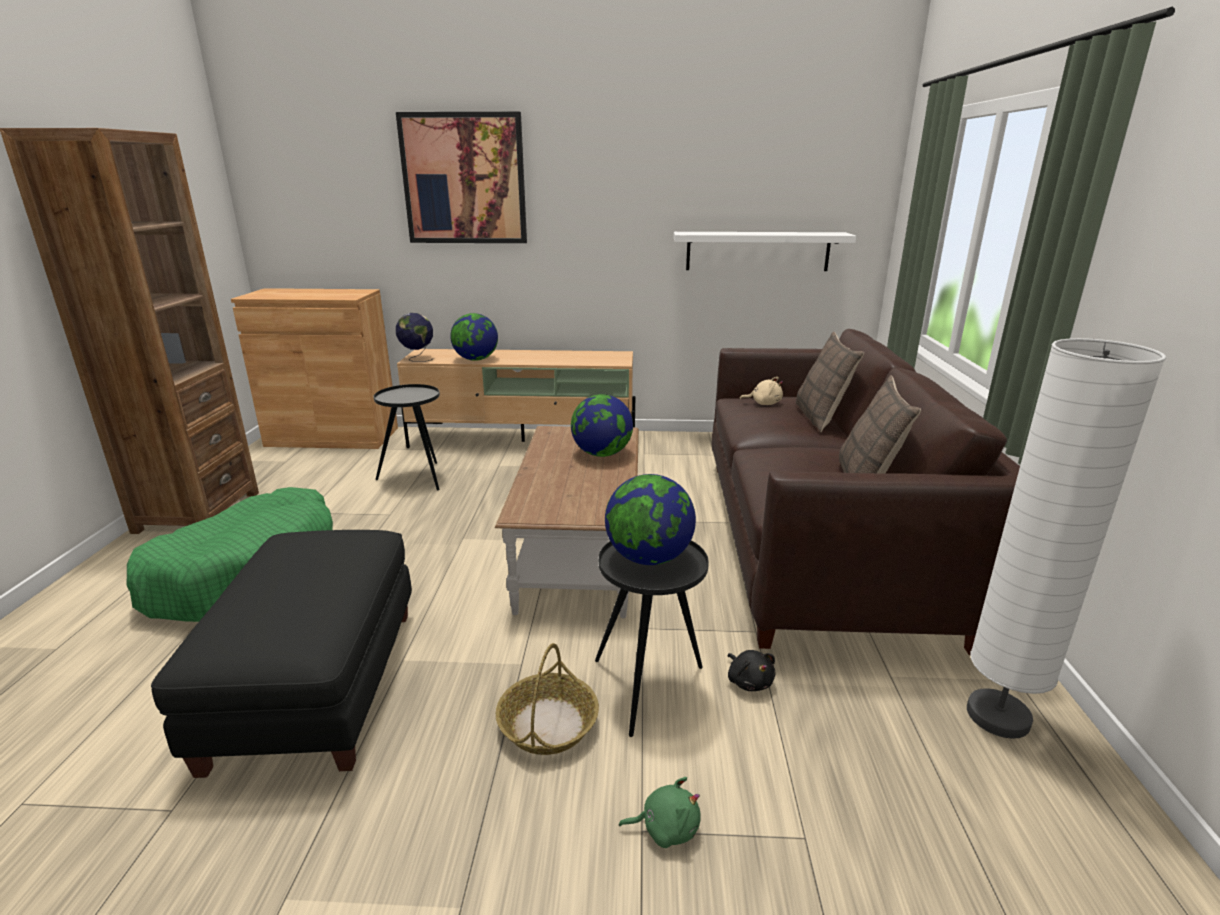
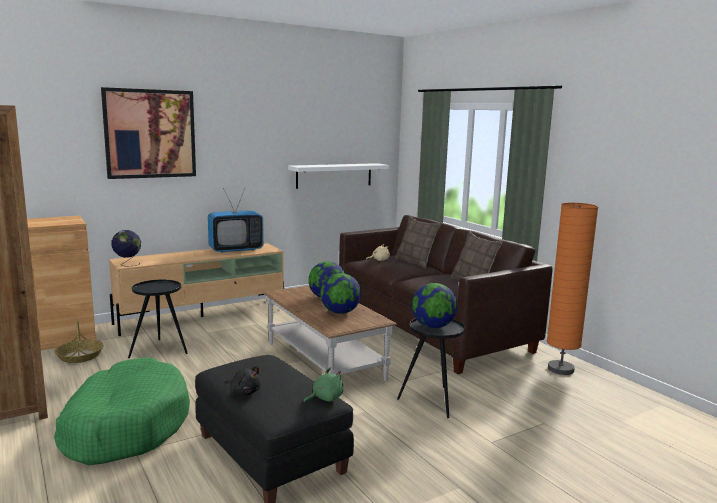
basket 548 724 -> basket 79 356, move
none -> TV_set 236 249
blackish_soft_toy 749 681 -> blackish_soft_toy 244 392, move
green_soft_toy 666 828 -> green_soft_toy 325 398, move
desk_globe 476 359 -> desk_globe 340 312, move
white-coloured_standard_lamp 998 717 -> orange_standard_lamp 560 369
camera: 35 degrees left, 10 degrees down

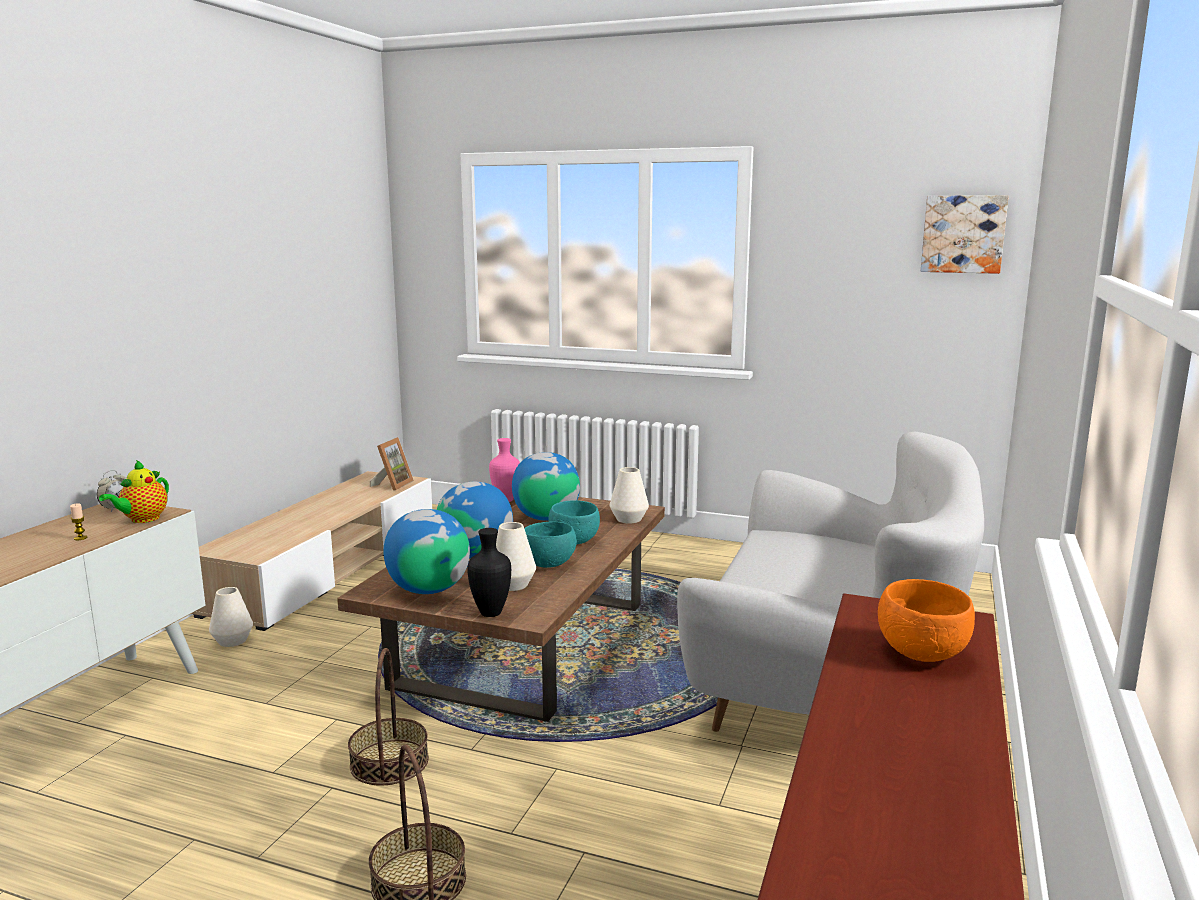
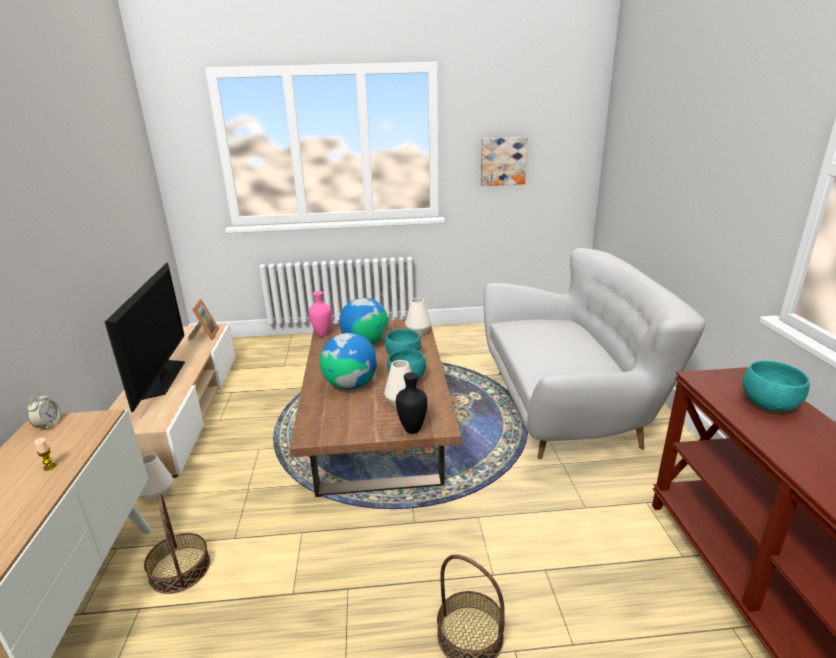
none -> TV_set 161 378
basket 389 762 -> basket 179 569, move
wall_picture 963 234 -> wall_picture 503 161, move
orange_serving_bowl 920 654 -> turquoise_serving_bowl 768 405
pot_for_tea 142 519 -> none
desk_globe 428 590 -> none
camera: 25 degrees left, 10 degrees up

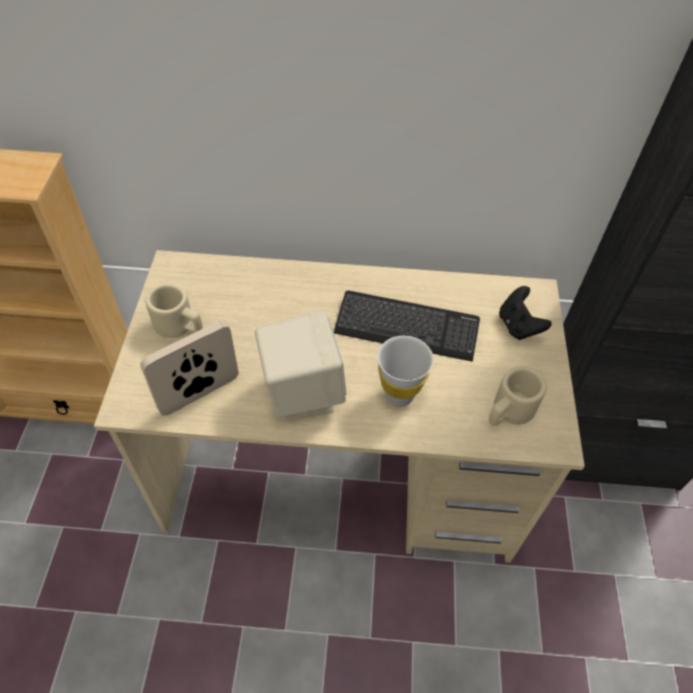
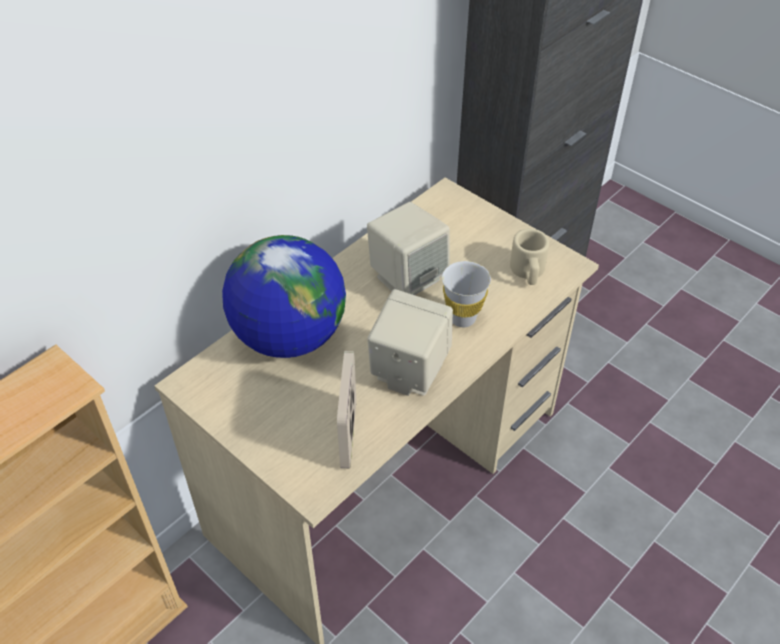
none -> desk_globe 288 337
PC_keyboard 406 327 -> sand-coloured_speaker 407 278
sand-coloured_tea_mug 180 326 -> none
blackish_game_controller 518 326 -> none
camera: 50 degrees left, 5 degrees down

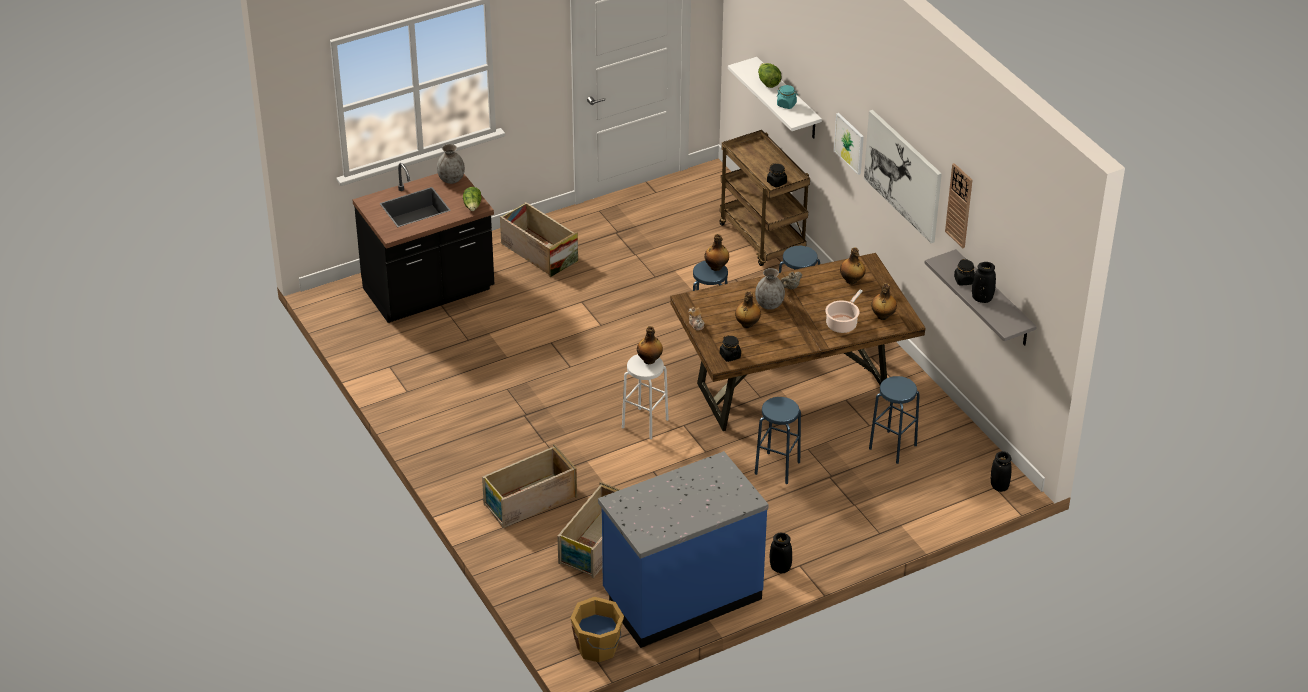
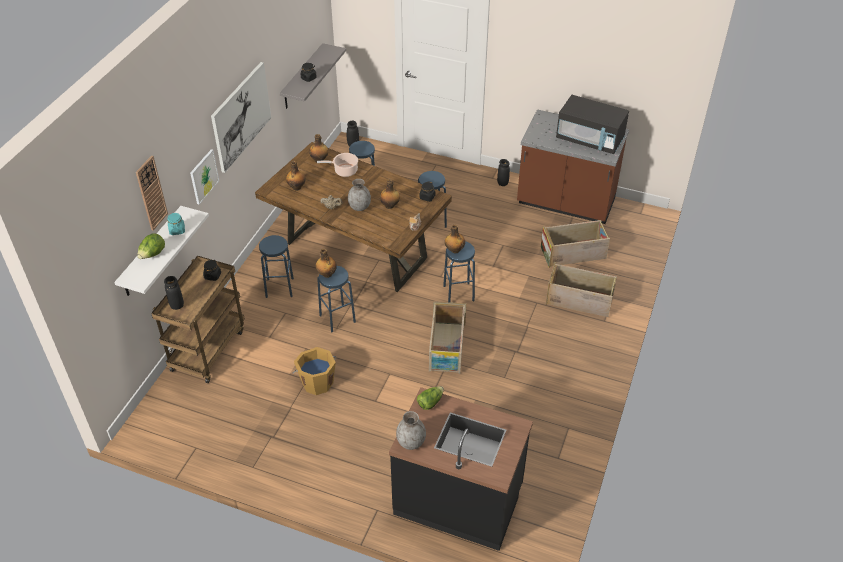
hanging_clock 959 205 -> hanging_clock 151 193, move
blackish_vase 982 298 -> blackish_vase 176 305, move
orange_pail 598 647 -> orange_pail 317 382, move
packing_crate 538 252 -> packing_crate 447 348, move
white-coloured_sitting_stool 645 423 -> blue_sitting_stool 458 293
blue_kitchen_counter 681 596 -> brownish_kitchen_counter 565 204
none -> blackish_kitchen_microwave 590 140
camera: 130 degrees left, 5 degrees up

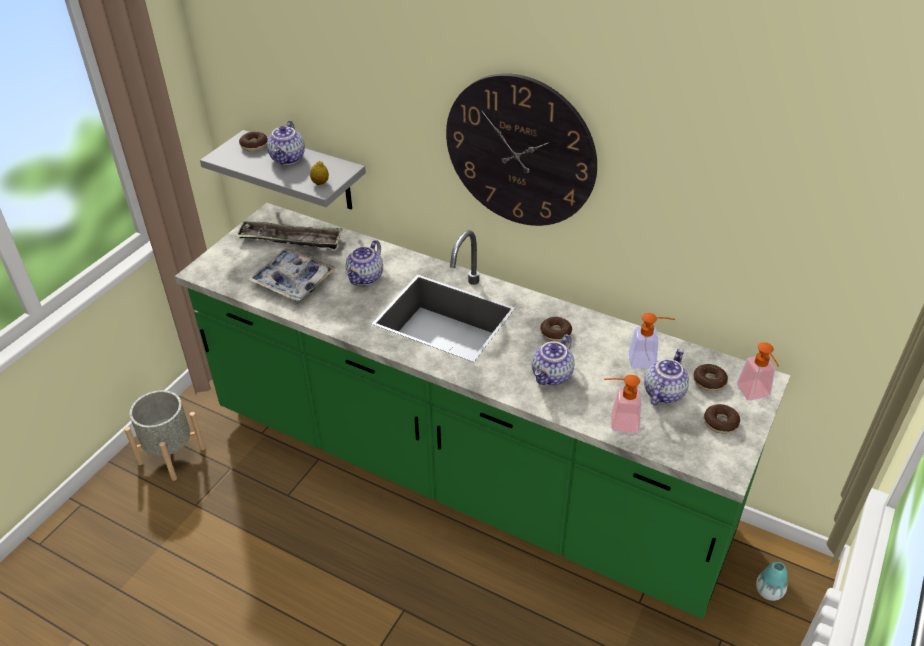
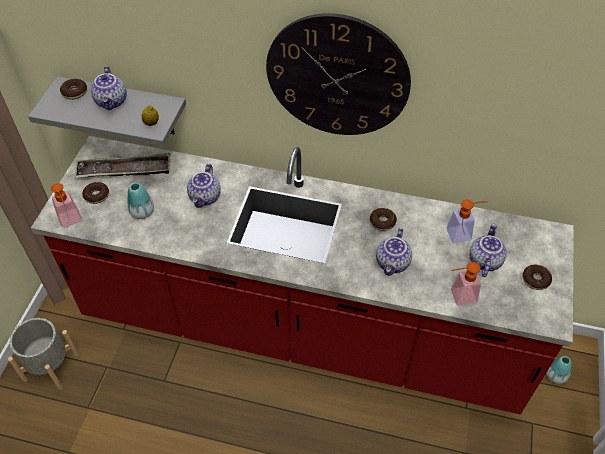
green_kitchen_counter 463 473 -> reddish_kitchen_counter 302 329
soap_bottle 755 395 -> soap_bottle 71 221, move
doughnut 709 381 -> doughnut 96 195, move
serving_tray 293 280 -> vase 142 212
camera: 15 degrees left, 10 degrees up

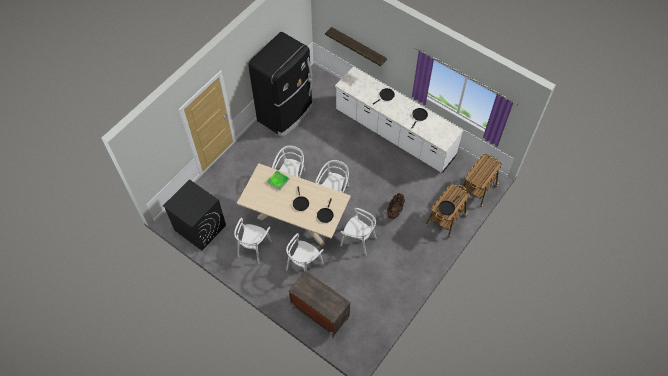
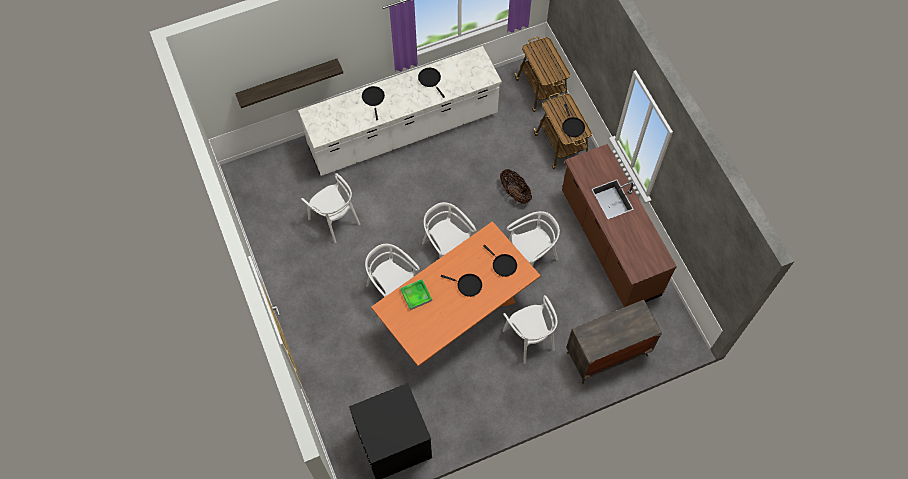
white-coloured_plain_chair 253 248 -> white-coloured_plain_chair 335 220, move
sand-coloured_dinner_table 295 219 -> orange_dinner_table 456 315
none -> brownish_kitchen_counter 609 244
blackish_fridge 286 113 -> none
camera: 60 degrees left, 5 degrees up

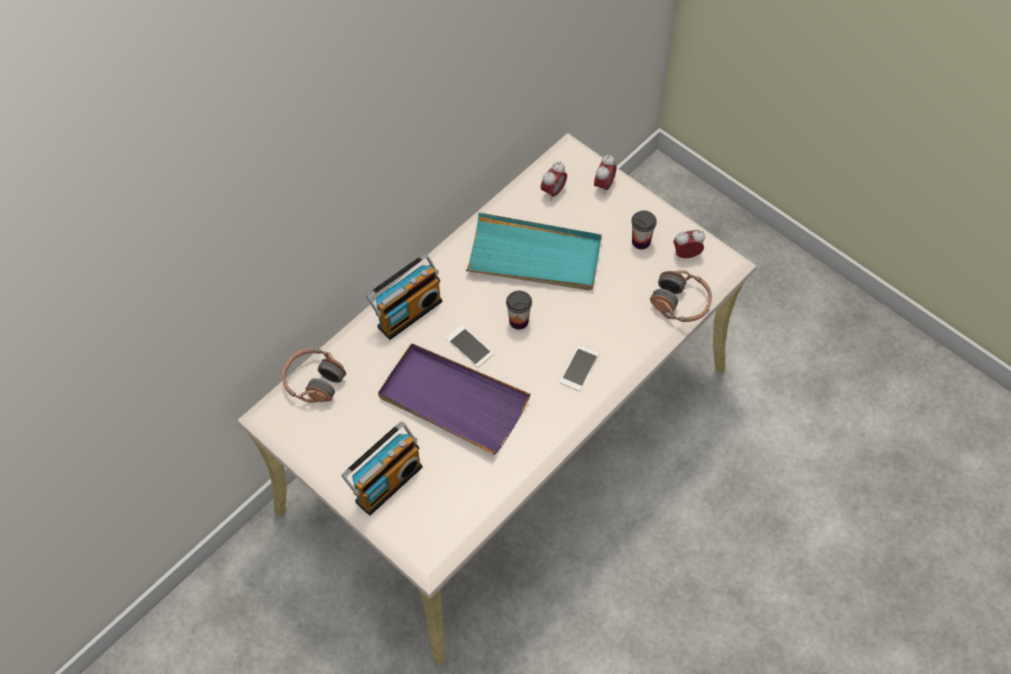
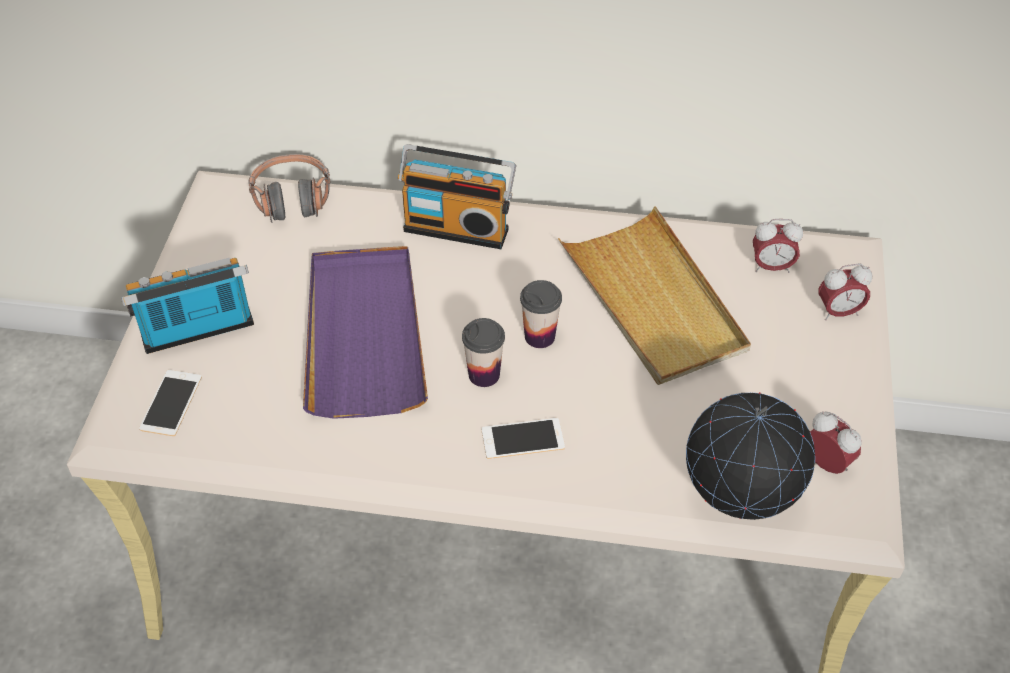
radio_receiver 386 482 -> radio_receiver 198 333, 150 degrees clockwise
phone 469 346 -> phone 171 403, move
drinking_cup 641 241 -> drinking_cup 484 374, move
turquoise_serving_tray 534 256 -> sand-coloured_serving_tray 653 301
headphones 680 303 -> desk_globe 738 500
camera: 55 degrees right, 10 degrees down

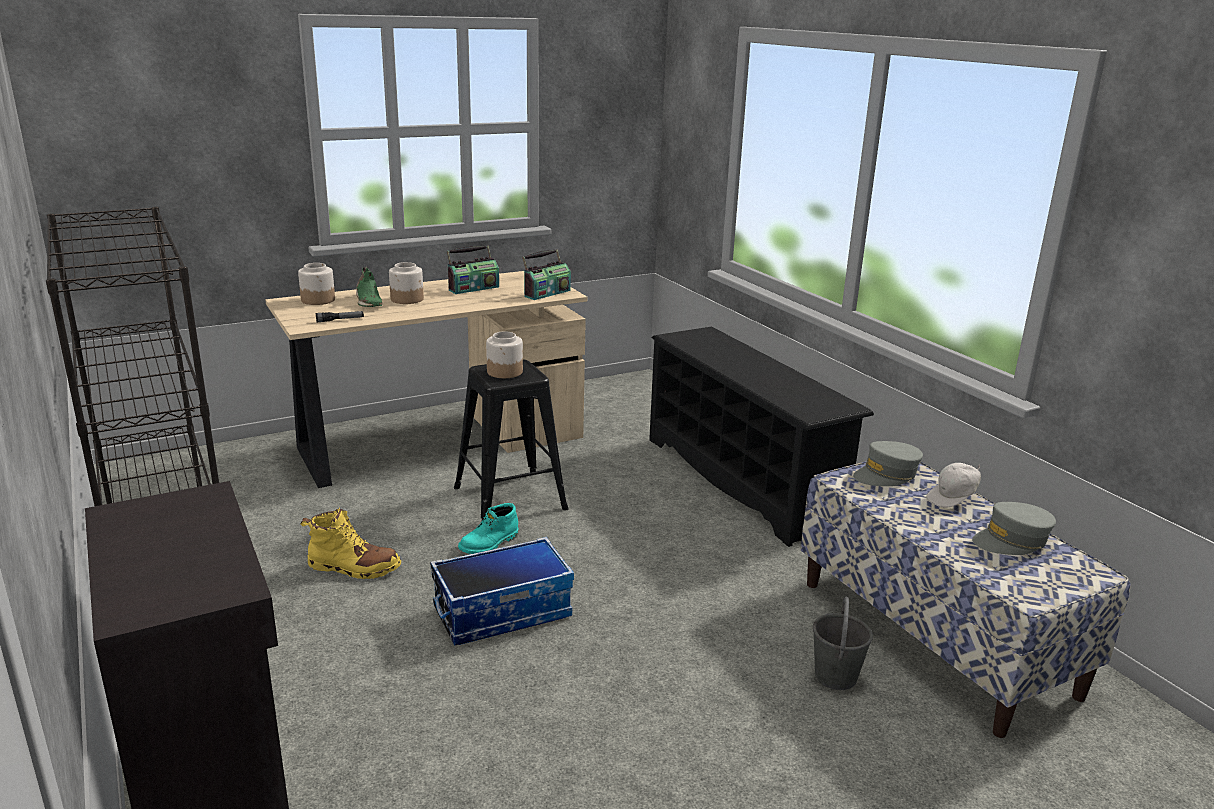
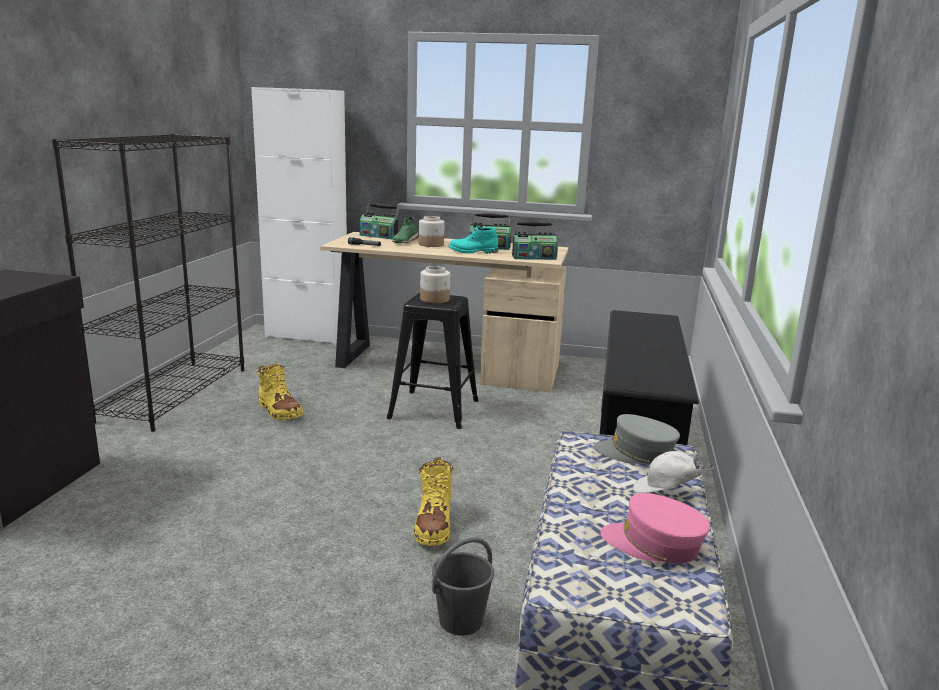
none -> white-coloured_cabinet 307 335
jar 318 300 -> radio_receiver 379 236
none -> yellowish_high-top_boot 433 525
turquoise_high-top_boot 489 544 -> turquoise_high-top_boot 473 252, move
greyish_cap 1011 541 -> pink-coloured_cap 653 544
storage_bin 502 612 -> none
camera: 40 degrees right, 5 degrees down

